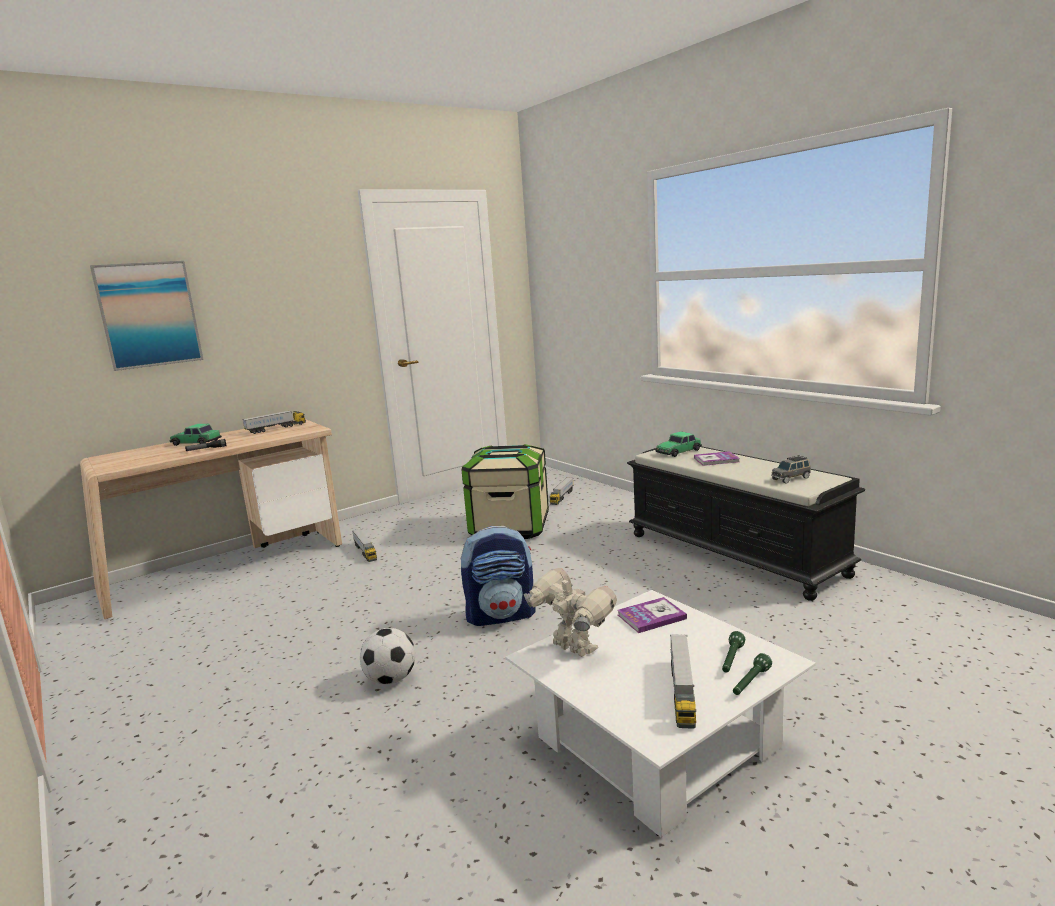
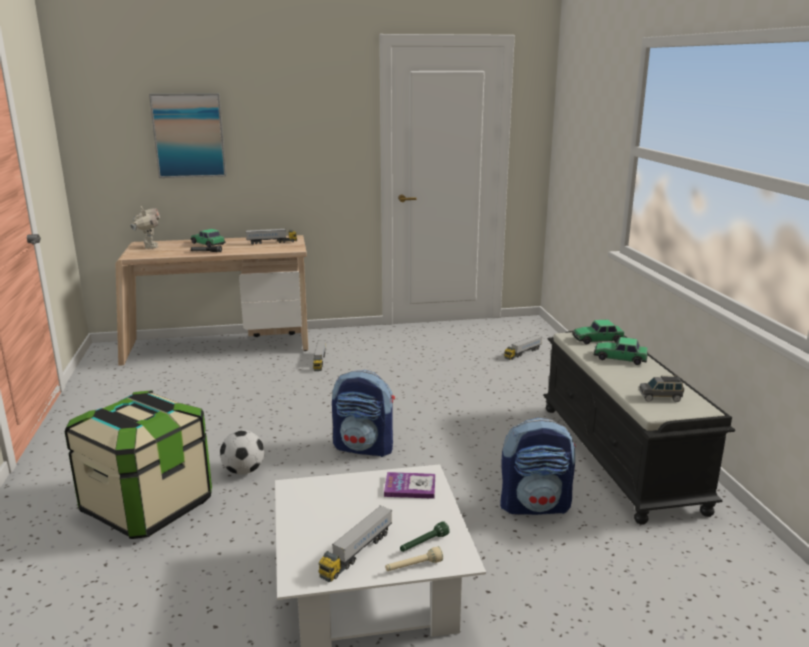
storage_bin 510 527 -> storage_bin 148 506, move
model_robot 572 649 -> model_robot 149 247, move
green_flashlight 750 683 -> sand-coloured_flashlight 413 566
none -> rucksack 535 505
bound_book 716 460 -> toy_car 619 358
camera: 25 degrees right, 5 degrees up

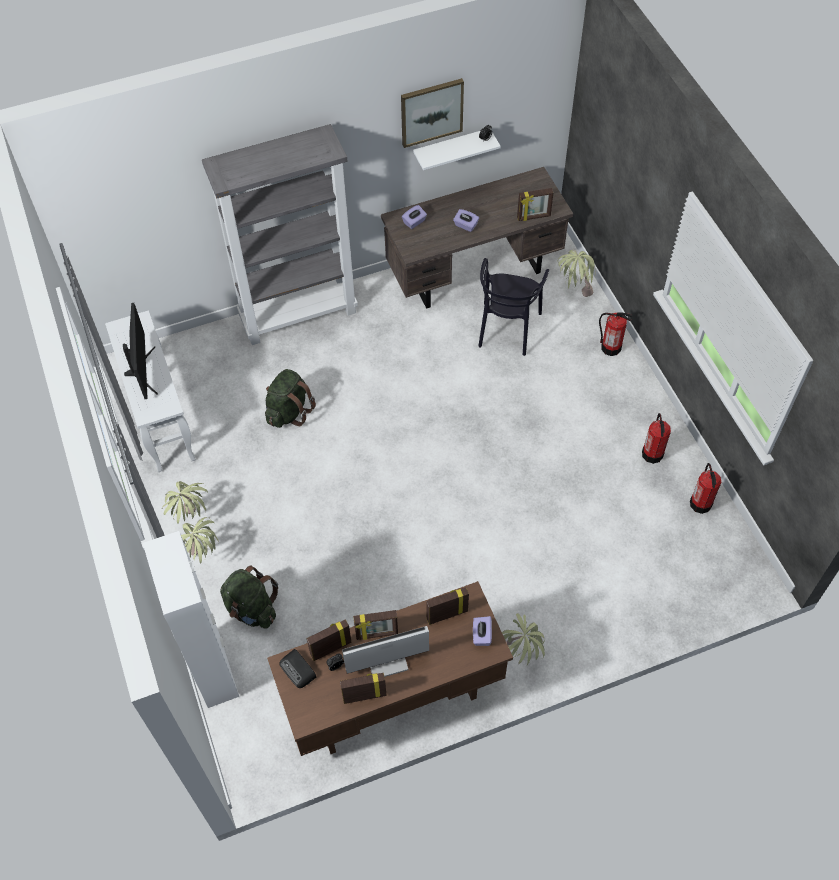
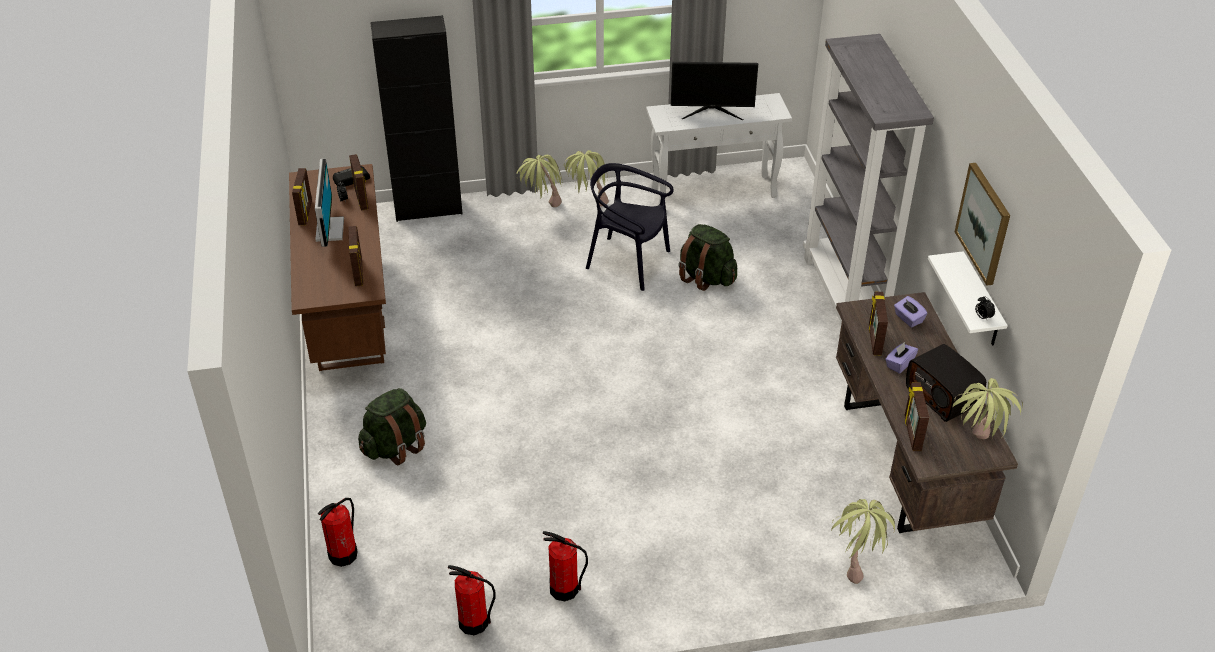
fire_extinguisher 610 347 -> fire_extinguisher 343 554, move
green_rucksack 252 609 -> green_rucksack 395 446, move
white-coloured_cabinet 214 670 -> blackish_cabinet 428 209
blackish_plain_chair 507 328 -> blackish_plain_chair 628 262, move
picture_frame 377 634 -> picture_frame 874 340, move
none -> radio_receiver 943 396
potted_plant 519 659 -> potted_plant 974 448, move
purple-coloured_box_of_tissues 481 635 -> none
camera: 100 degrees right, 15 degrees down

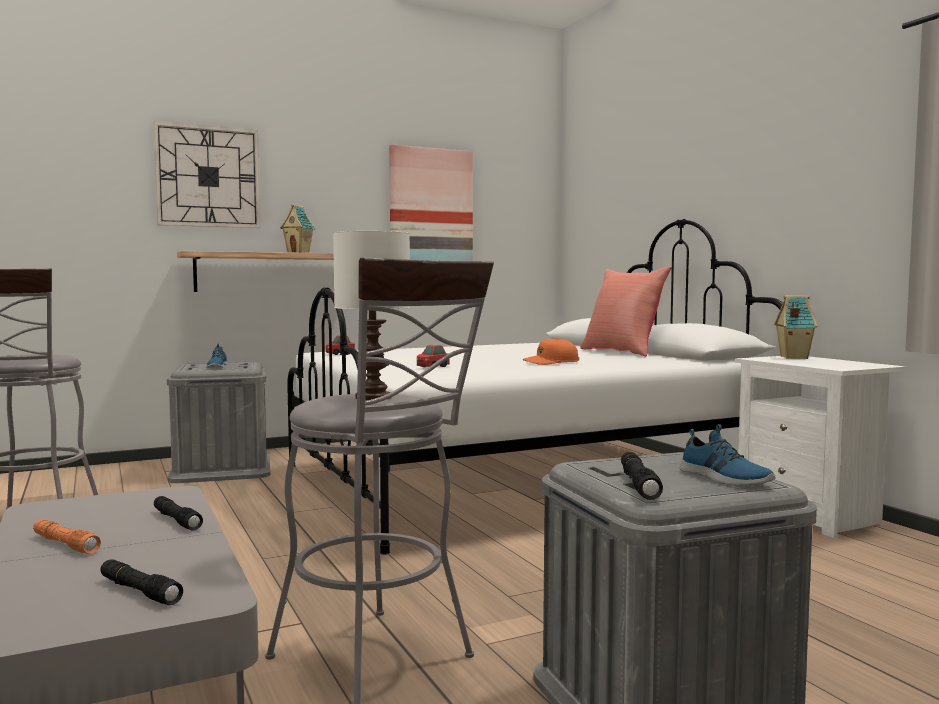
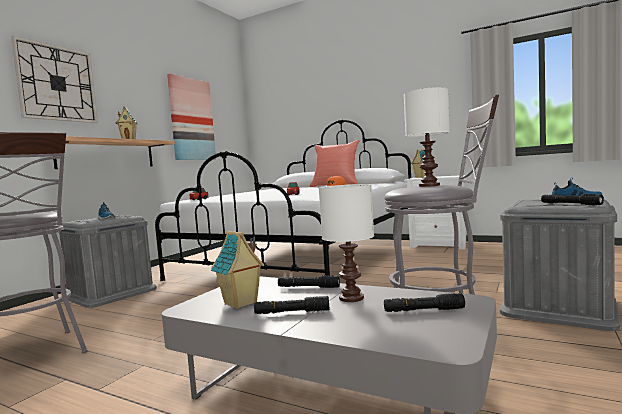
none -> toy_house 240 303
orange_flashlight 65 544 -> blackish_flashlight 292 312
none -> white-coloured_tabletop_lamp 352 298
camera: 35 degrees left, 0 degrees up

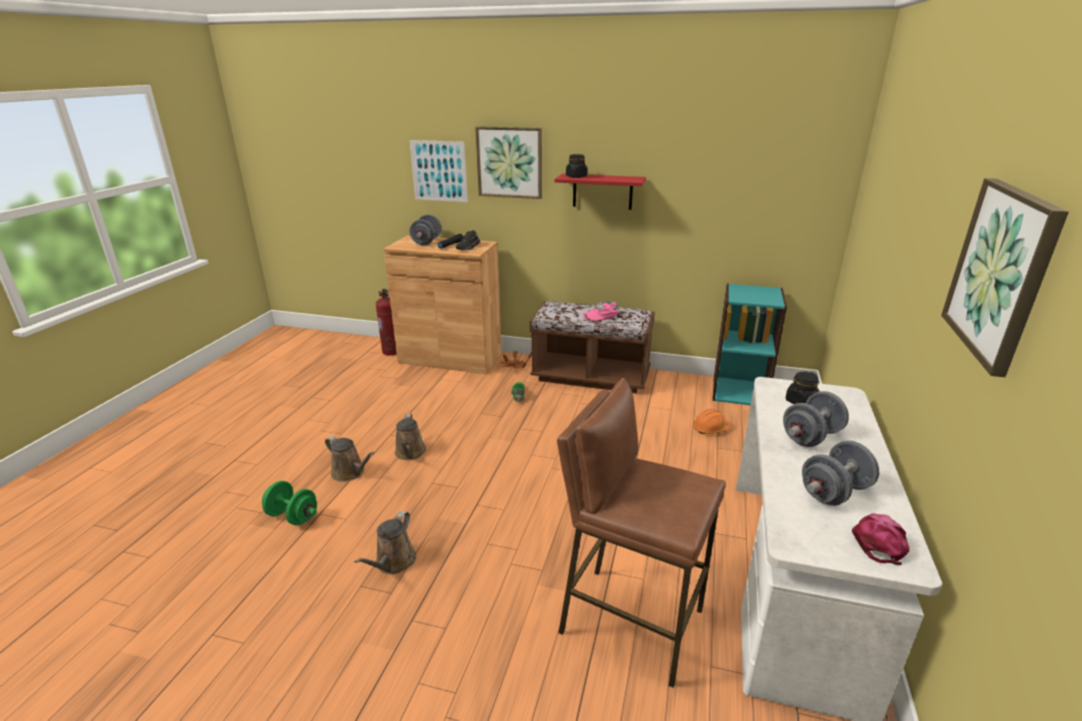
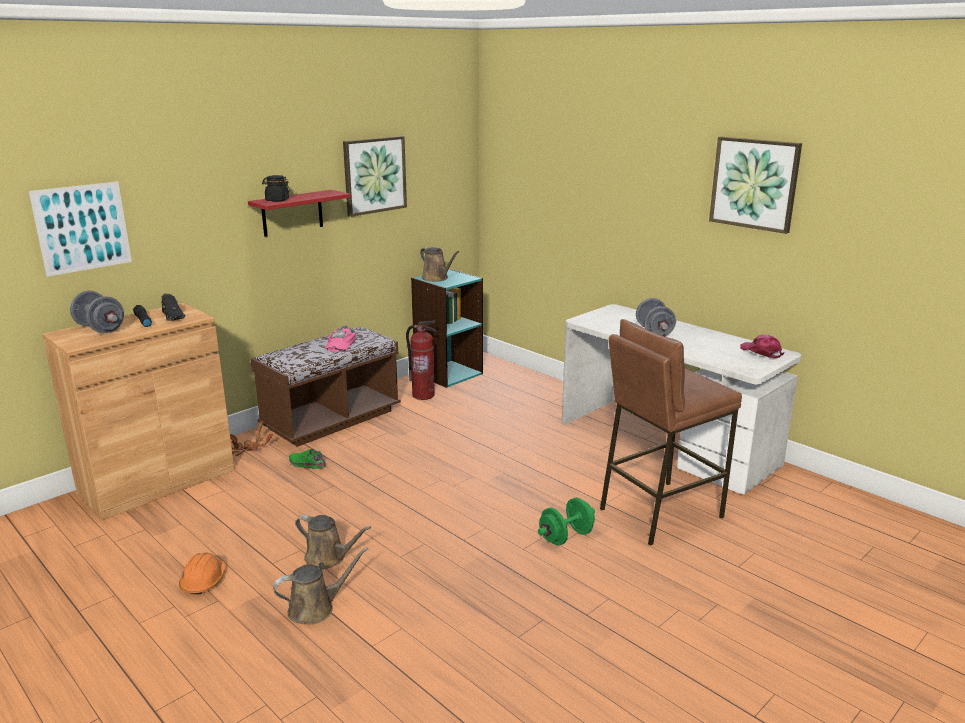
orange_hard_hat 710 429 -> orange_hard_hat 204 581, move
wall_picture 510 162 -> wall_picture 374 175, move
fire_extinguisher 392 351 -> fire_extinguisher 423 395, move
brownish_watering_pot 393 562 -> brownish_watering_pot 436 278, move
green_free_weight 293 516 -> green_free_weight 566 537, move
blackish_jar 801 402 -> none
greyish_free_weight 834 492 -> none
camera: 60 degrees left, 5 degrees down

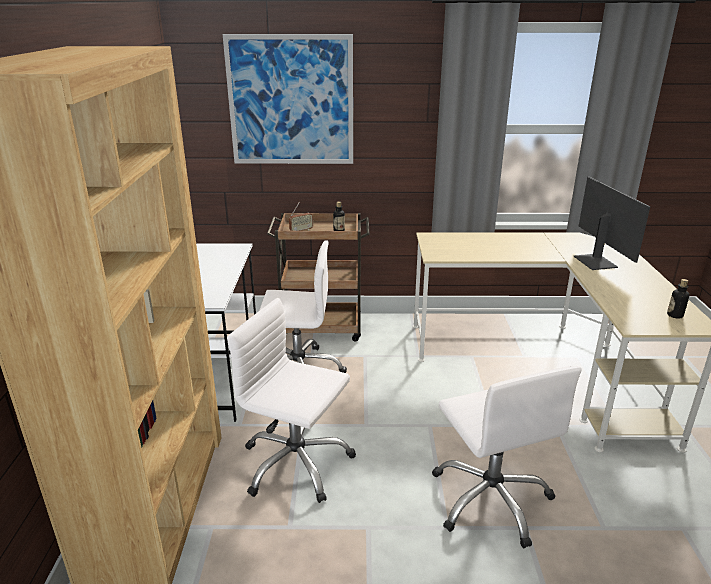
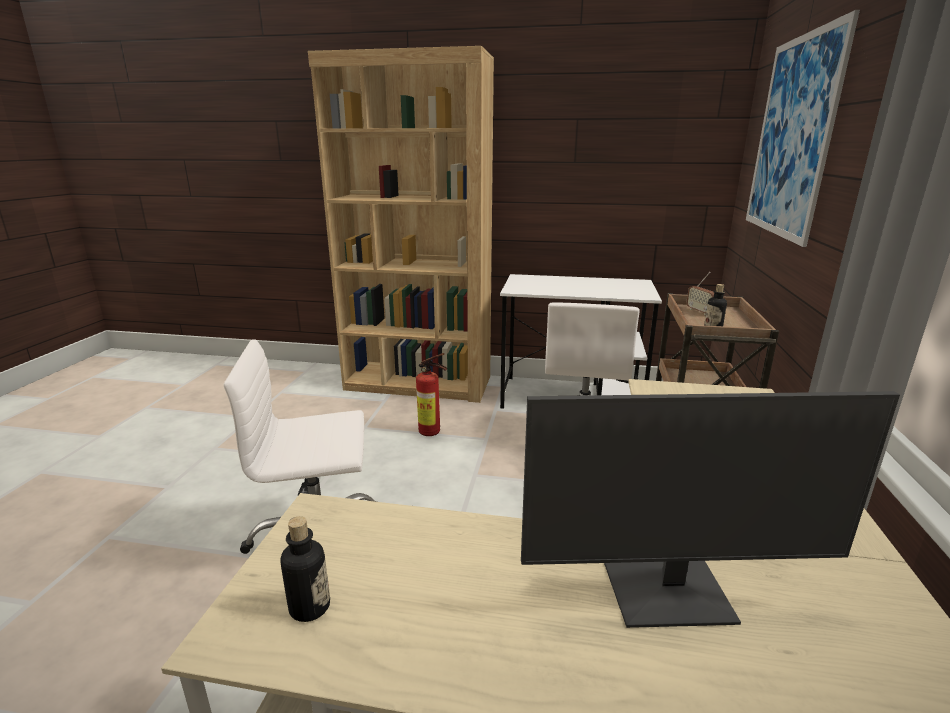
white-coloured_office_chair 296 463 -> fire_extinguisher 432 433
camera: 100 degrees right, 5 degrees down

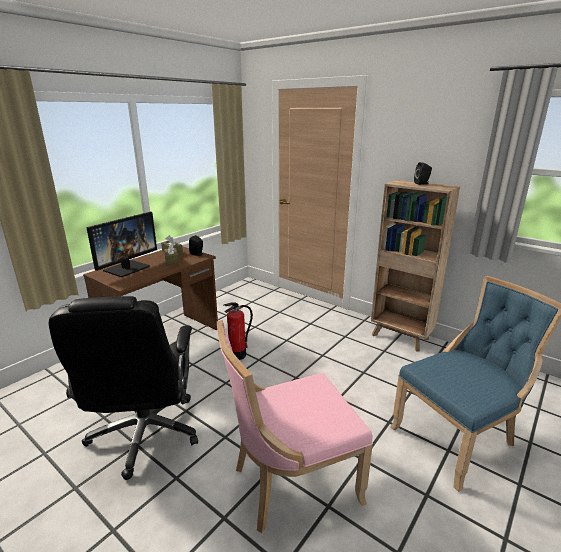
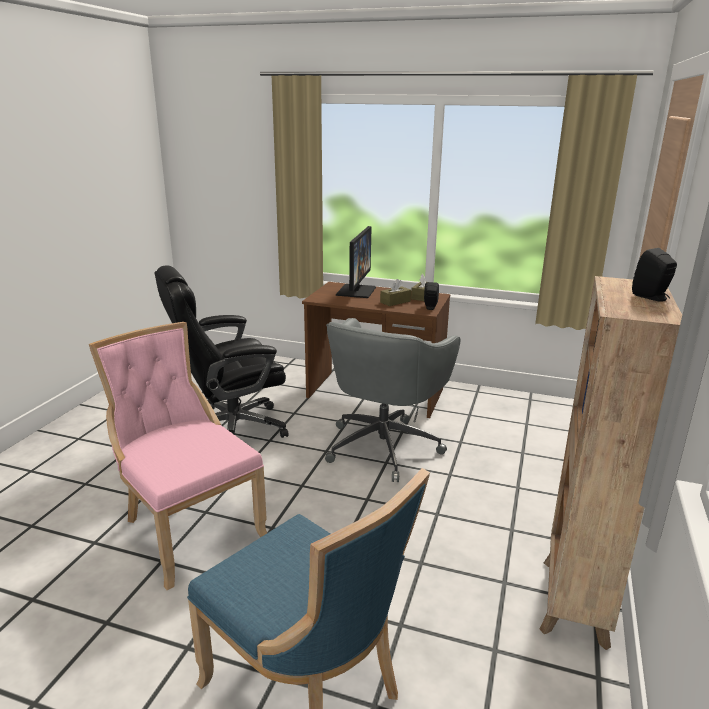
fire_extinguisher 237 355 -> greyish_office_chair 384 445
monitor 127 268 -> monitor 356 291, 90 degrees counterclockwise
camera: 70 degrees right, 0 degrees up

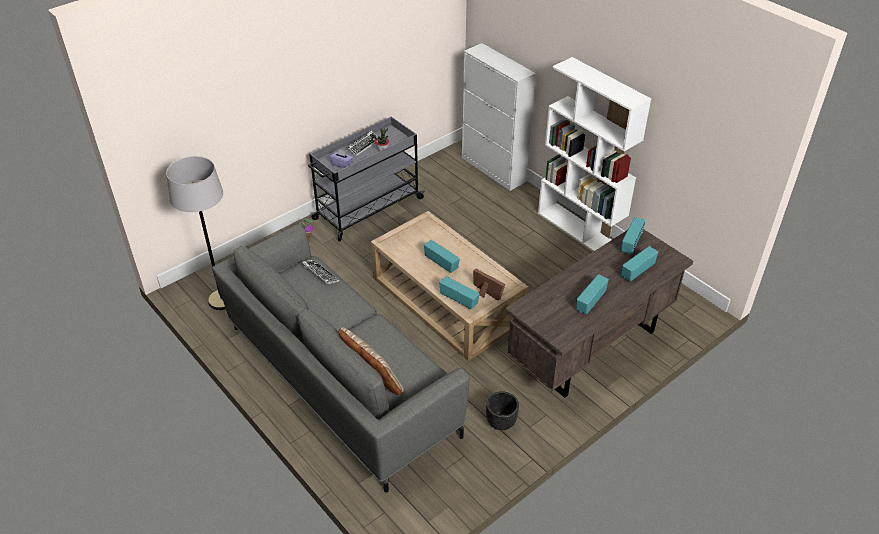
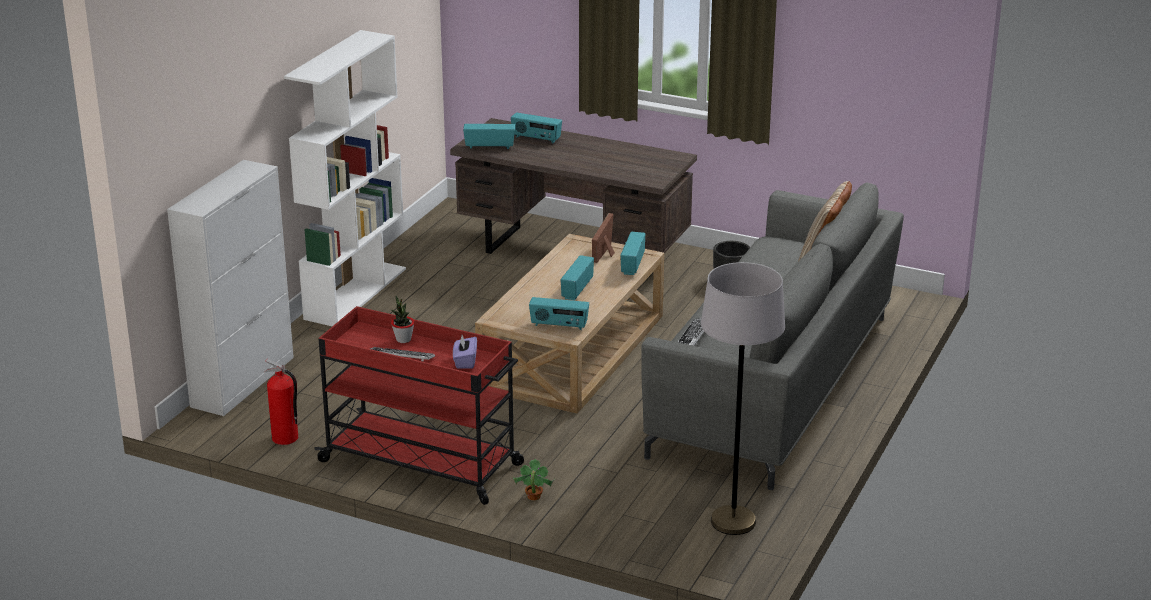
none -> fire_extinguisher 285 438
greyish_cart 367 209 -> reddish_cart 423 463
radio_receiver 590 302 -> radio_receiver 559 325, move
camera: 115 degrees left, 15 degrees down

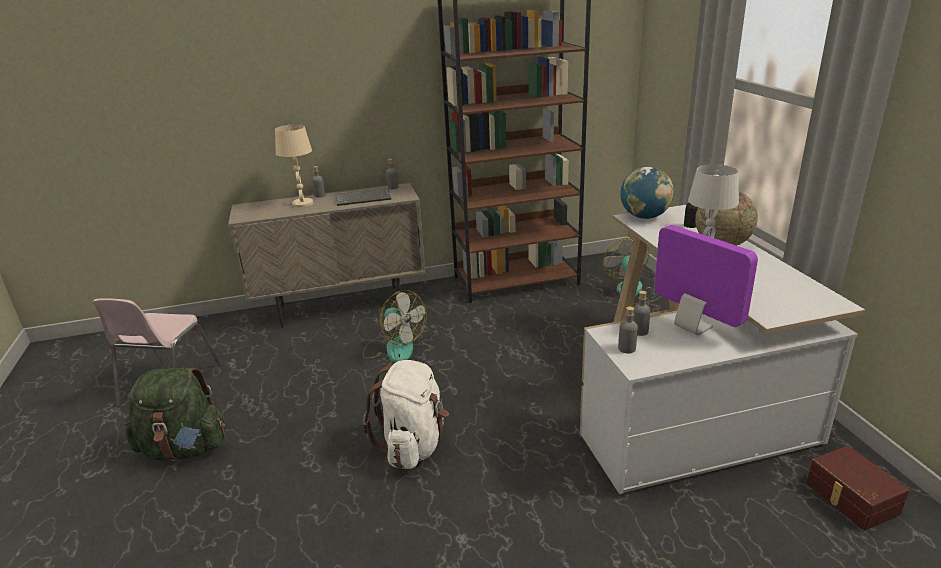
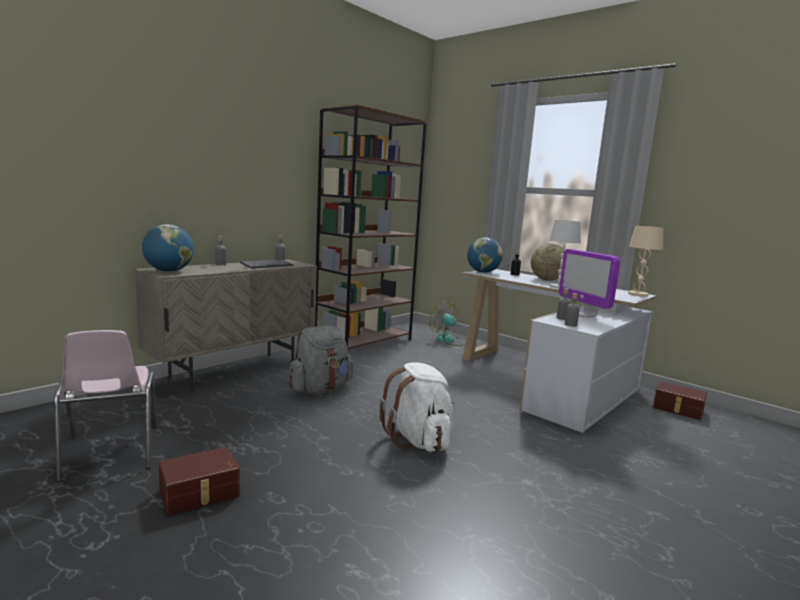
none -> desk_globe 168 271
green_rucksack 184 449 -> brownish_storage_bin 200 493
cooling_fan 394 347 -> greyish_rucksack 320 389
monitor 693 327 -> monitor 583 315, 135 degrees counterclockwise
sand-coloured_tabletop_lamp 303 204 -> sand-coloured_tabletop_lamp 638 294, move
camera: 35 degrees left, 15 degrees down

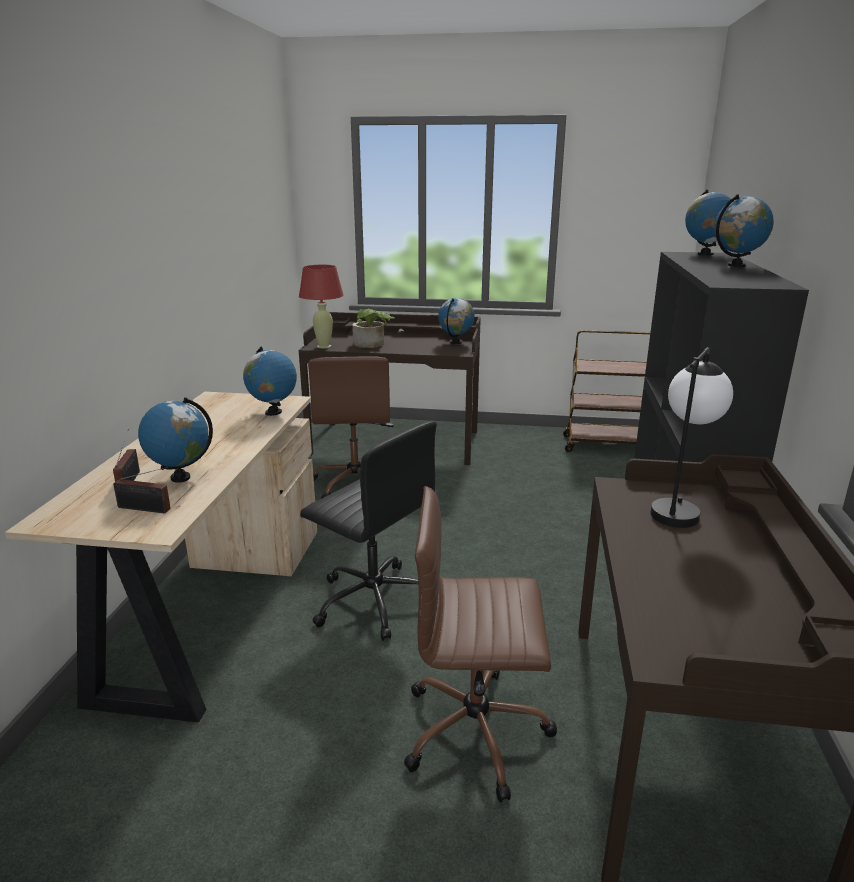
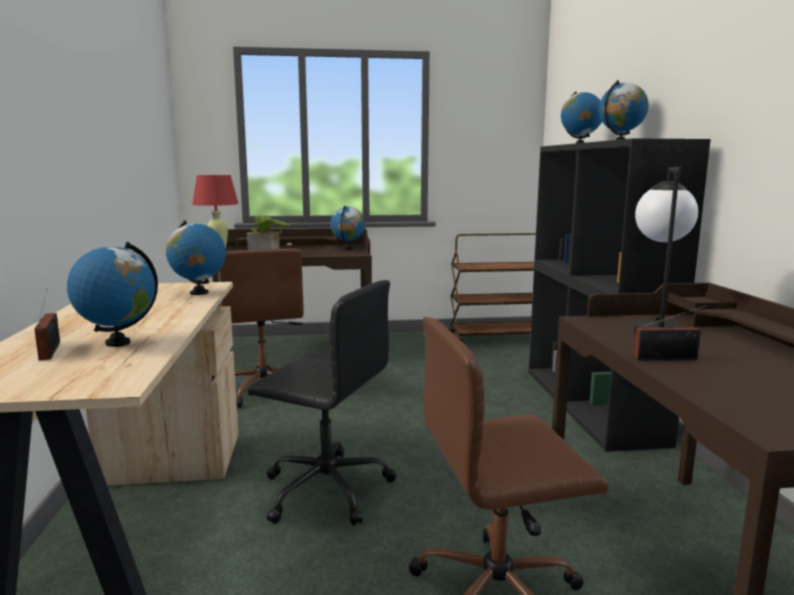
radio_receiver 146 509 -> radio_receiver 669 358, move
camera: 15 degrees left, 10 degrees down

